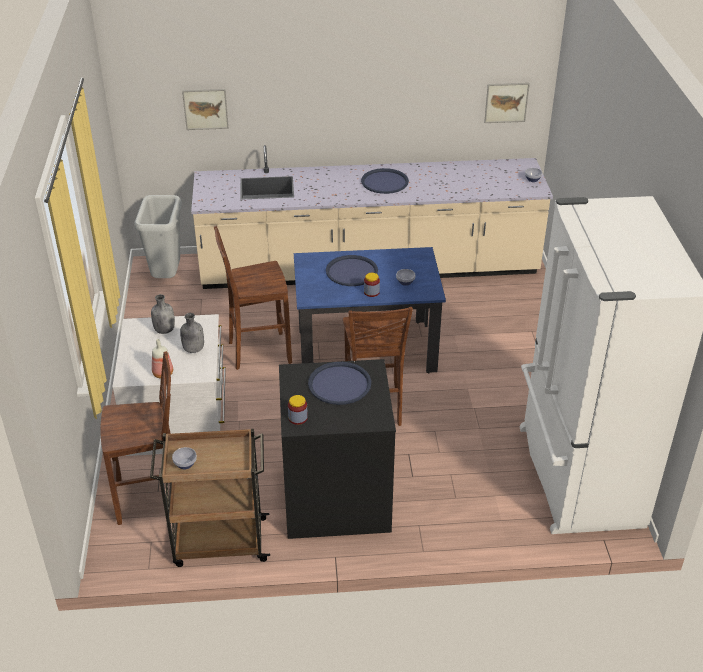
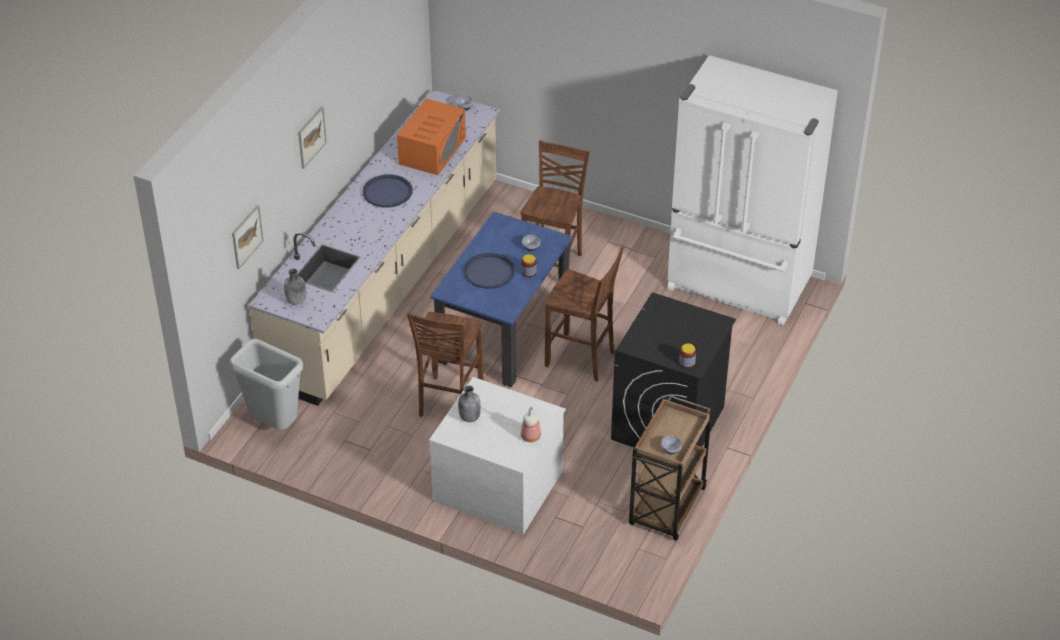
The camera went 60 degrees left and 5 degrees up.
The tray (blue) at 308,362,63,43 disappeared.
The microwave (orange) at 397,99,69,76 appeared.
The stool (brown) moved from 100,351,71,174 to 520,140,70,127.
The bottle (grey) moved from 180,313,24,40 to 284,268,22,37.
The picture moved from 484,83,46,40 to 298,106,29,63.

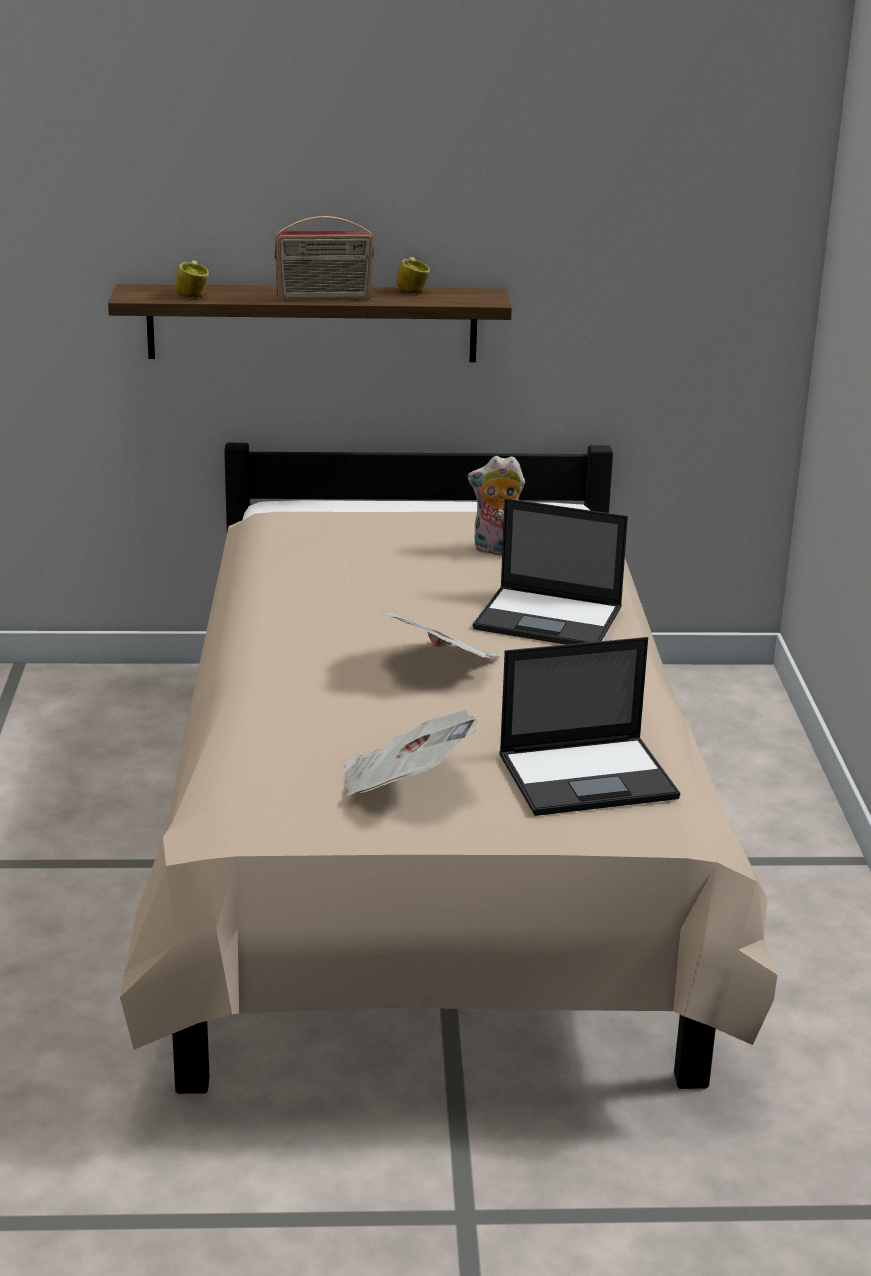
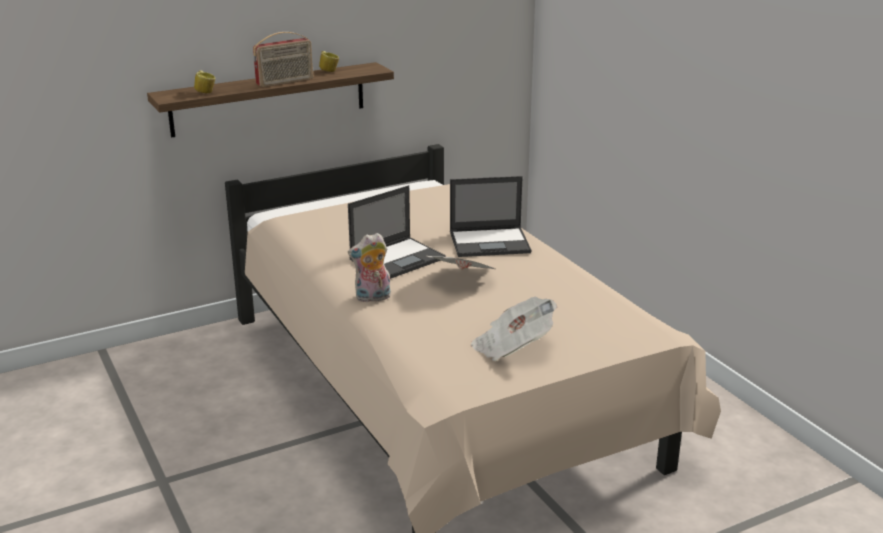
The camera went 25 degrees left and 0 degrees up.
The plush toy moved from 468,456,57,100 to 348,233,43,69.
The laptop moved from 499,637,181,179 to 348,185,98,94.

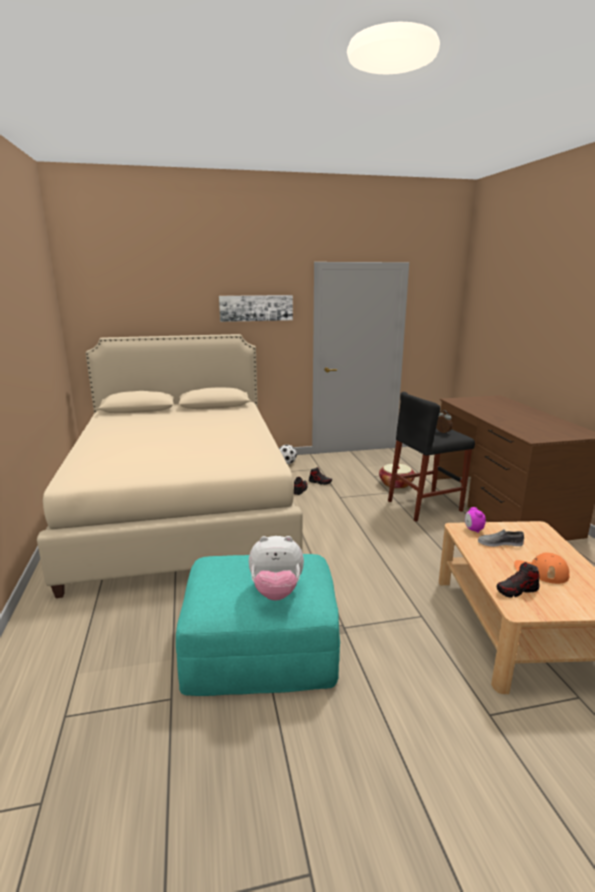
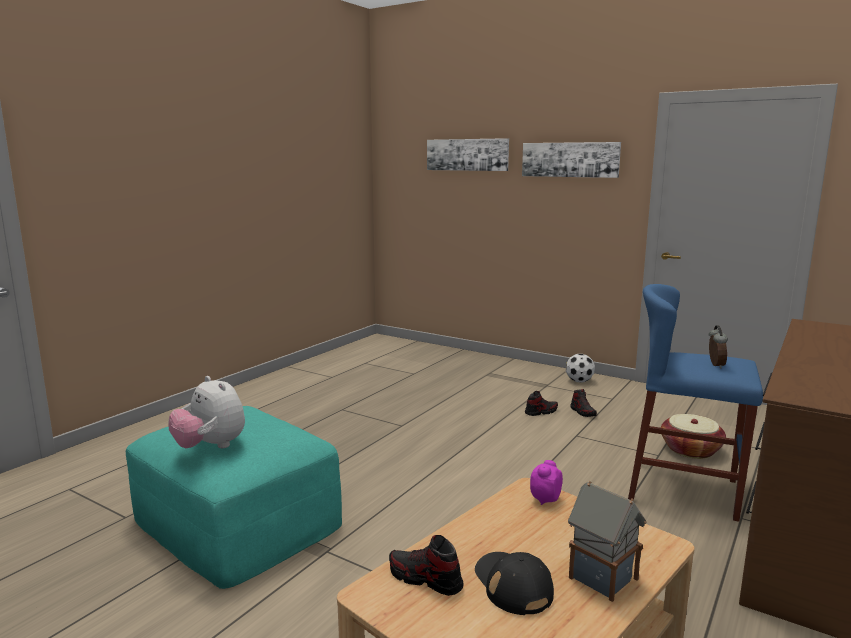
The camera went 45 degrees right and 5 degrees down.
The bed (beige) at 37,334,266,264 disappeared.
The shoe (grey) at 478,529,46,18 disappeared.
The picture at 427,138,82,33 appeared.
The toy house at 568,481,78,121 appeared.
The stool (black) at 388,392,87,130 became the stool (blue) at 628,284,135,238.
The cap (orange) at 514,553,56,31 became the cap (black) at 475,552,79,63.

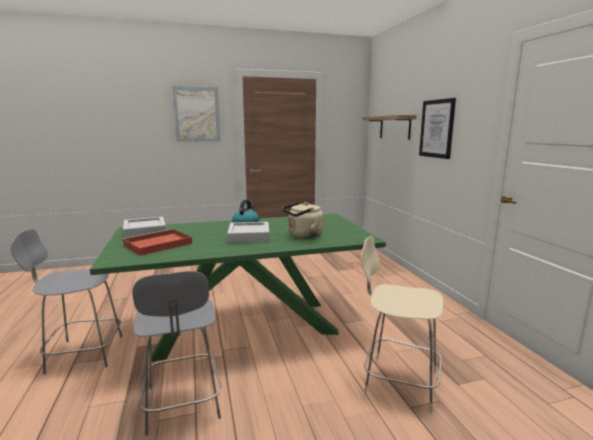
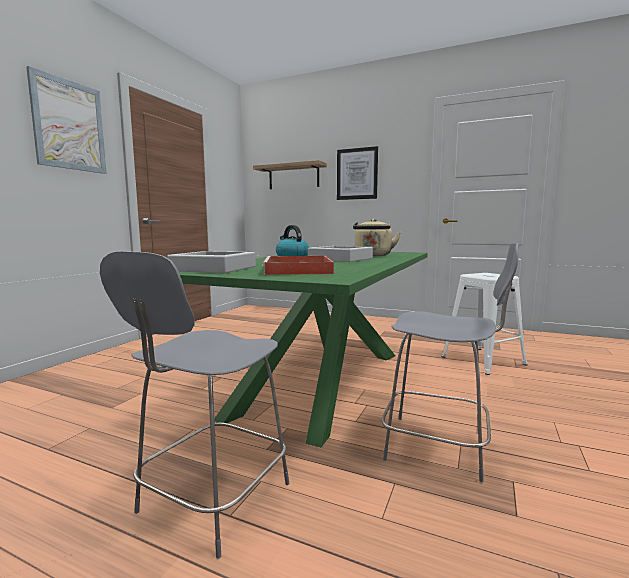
The camera went 50 degrees left and 5 degrees down.
The chair (beige) at 361,236,83,176 was replaced by the stool (white) at 442,273,86,102.

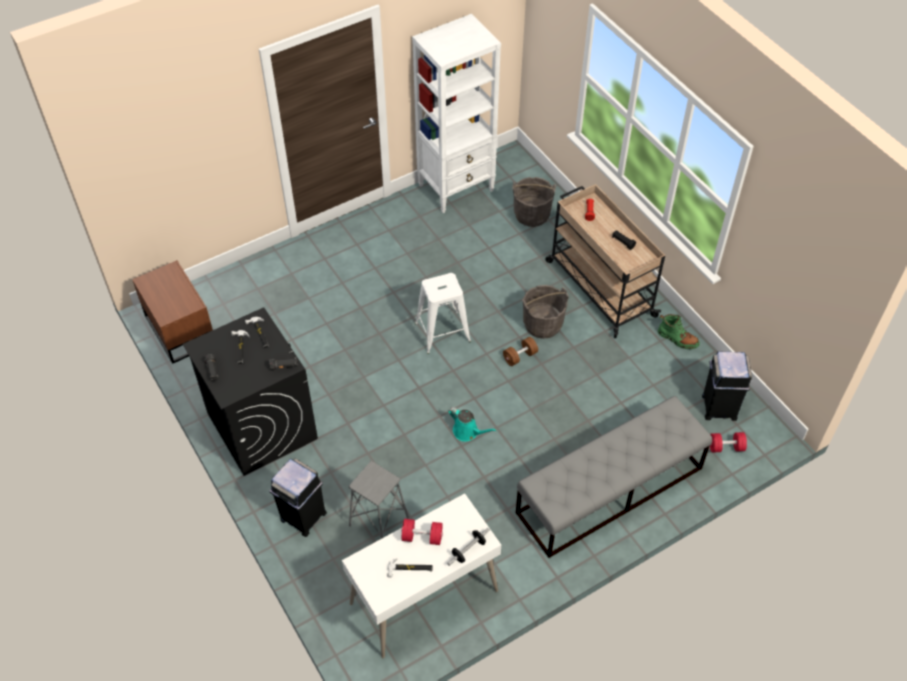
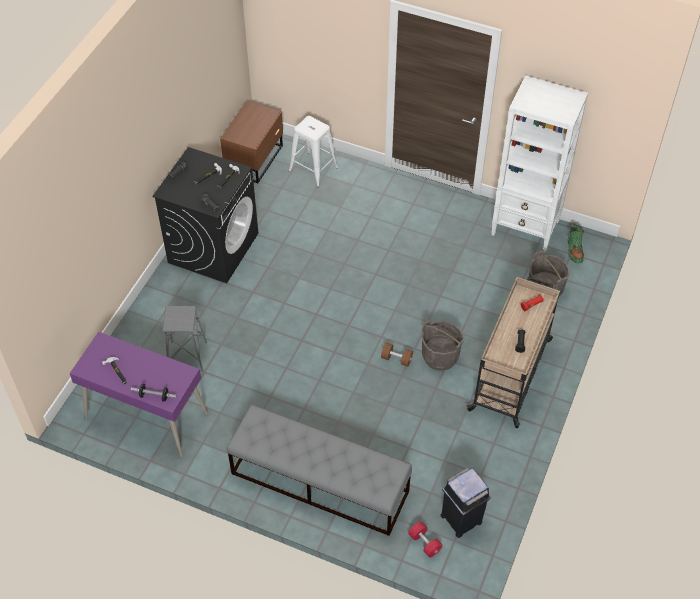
The camera went 55 degrees right and 0 degrees up.
The trash can (black) at 270,458,57,79 disappeared.
The dumbbell (red) at 401,519,42,26 disappeared.
The watering can (turquoise) at 448,407,49,34 disappeared.
The stool (white) moved from 415,273,56,81 to 289,116,49,71.
The boot (green) moved from 658,314,42,35 to 568,223,16,40.
The desk (white) at 342,493,159,165 became the desk (purple) at 69,332,139,125.

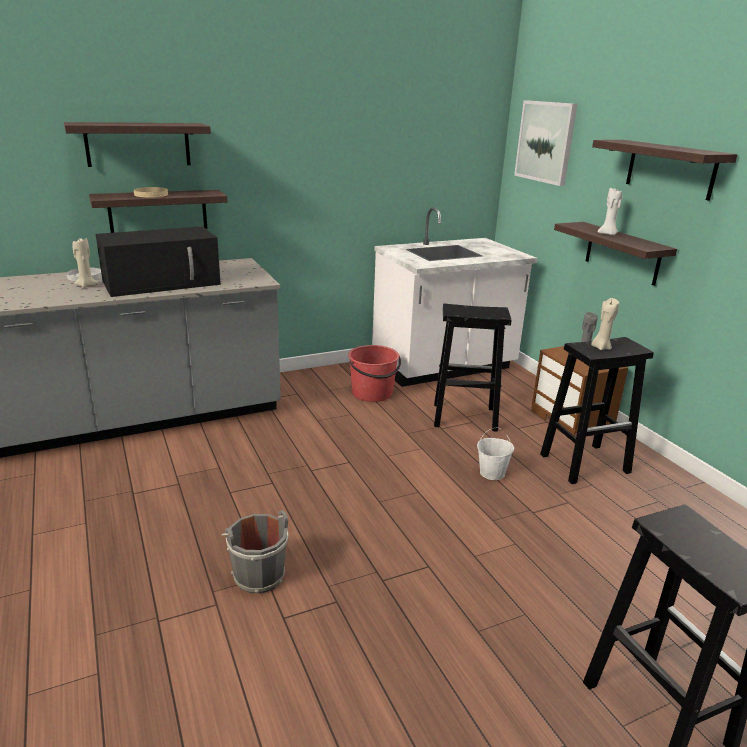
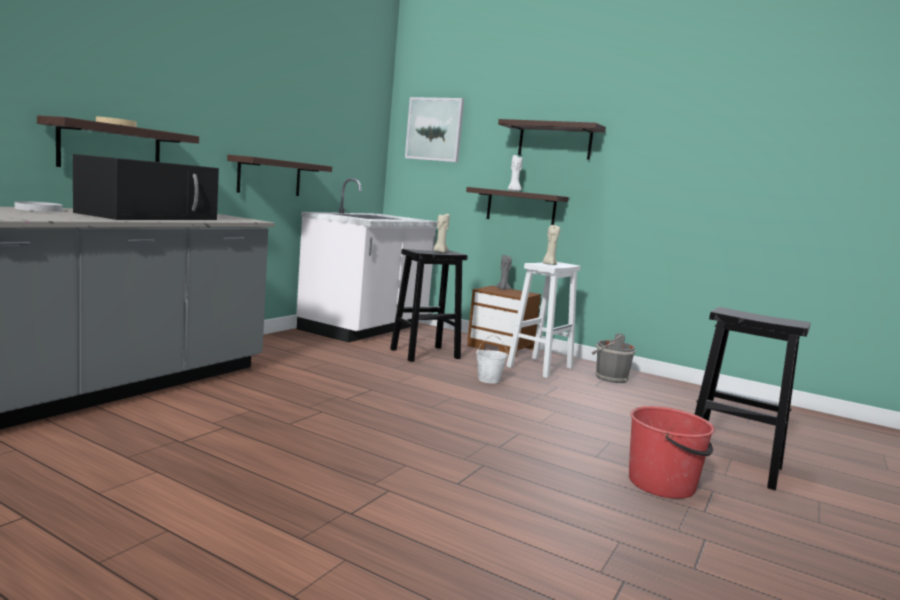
The camera went 35 degrees left and 15 degrees down.
The shelf moved from 64,122,147,45 to 227,155,105,41.
The candle (beige) moved from 73,238,25,50 to 433,214,17,39.
The bucket (grey) moved from 221,510,67,83 to 592,333,44,50.
The bucket (red) moved from 348,345,53,57 to 629,406,86,93.
The stool (black) at 540,337,114,147 became the stool (white) at 506,262,74,116.

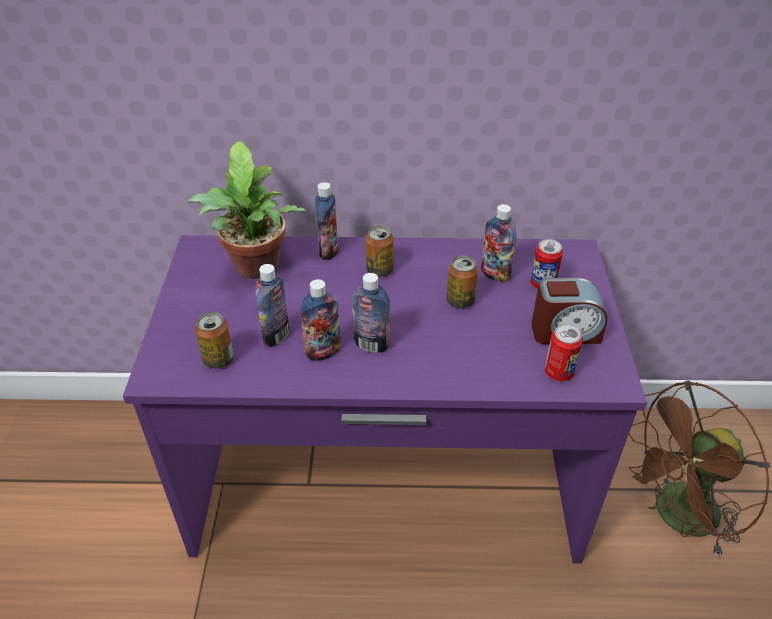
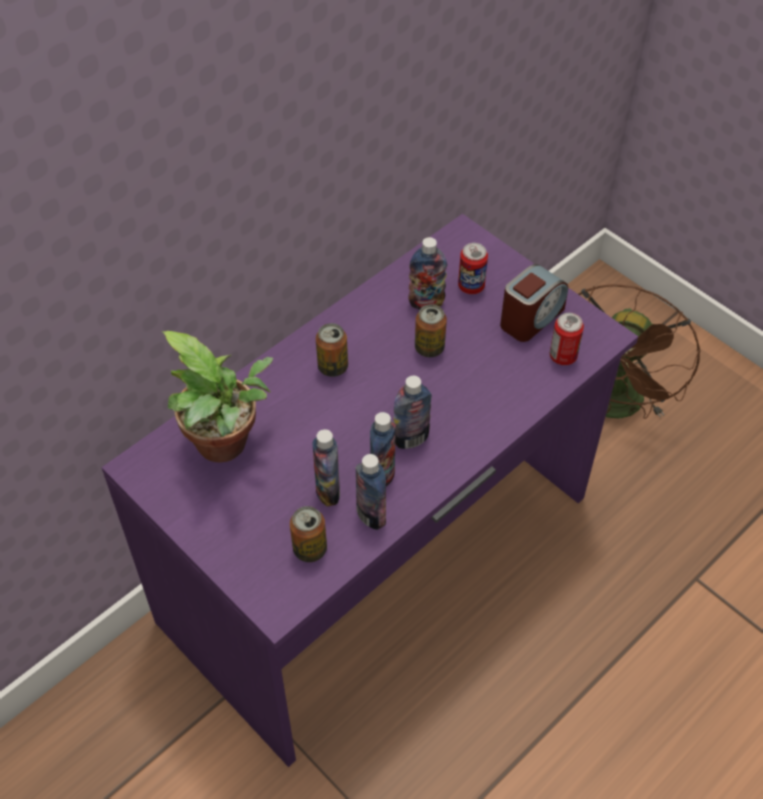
The camera went 45 degrees left and 10 degrees up.
The bottle moved from 315,182,23,78 to 355,454,31,76.

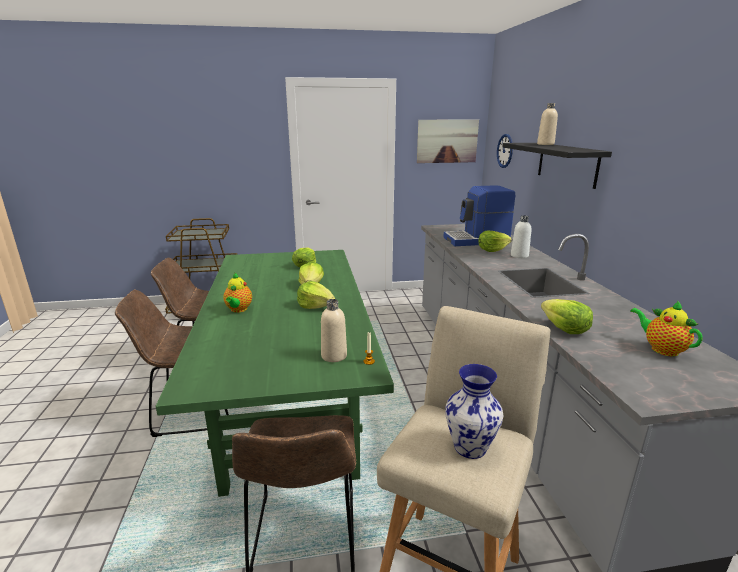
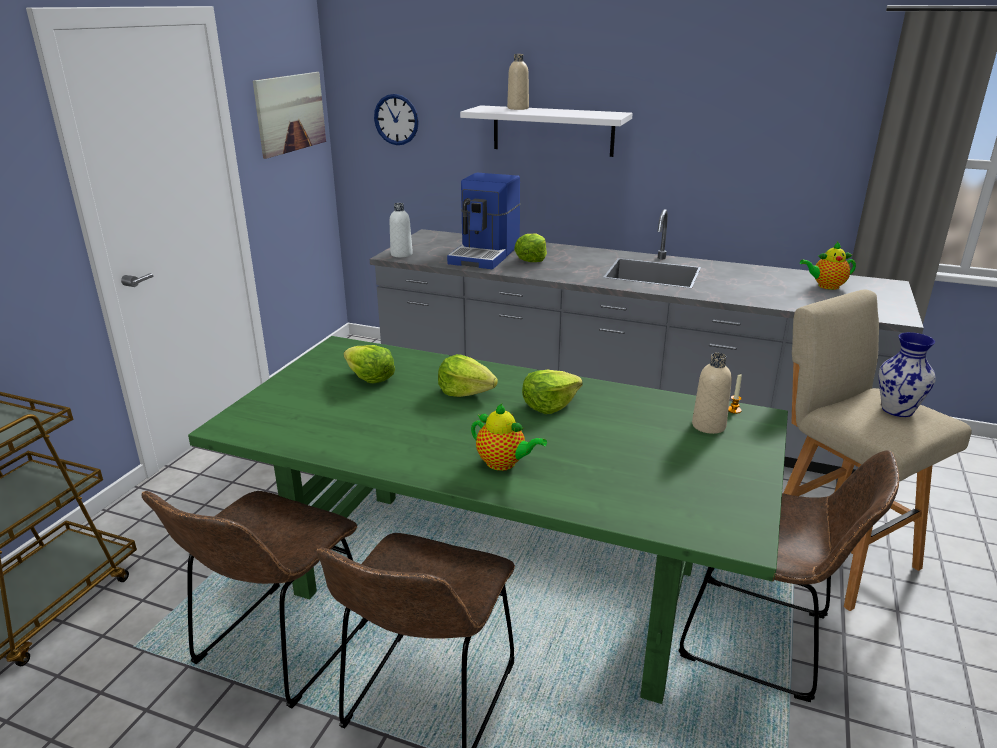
The camera went 60 degrees left and 5 degrees up.
The lettuce at 541,299,52,35 disappeared.
The bottle (white) moved from 511,216,20,42 to 390,203,23,54.
The shelf (black) at 502,143,110,46 became the shelf (white) at 460,105,173,52.

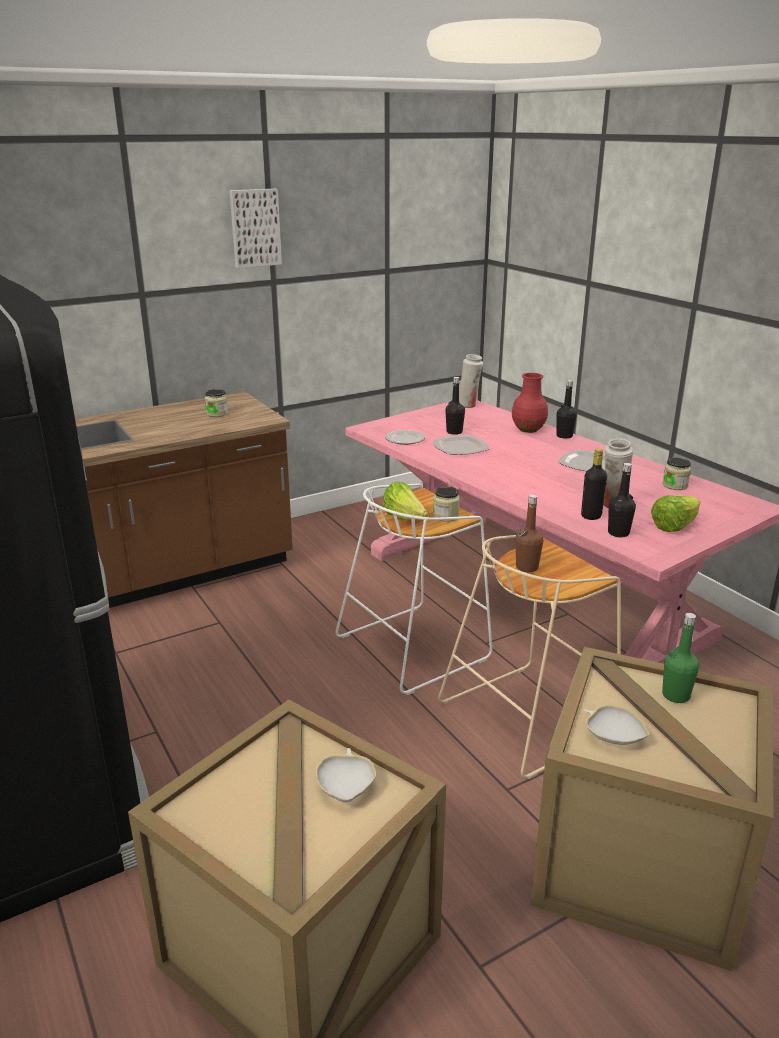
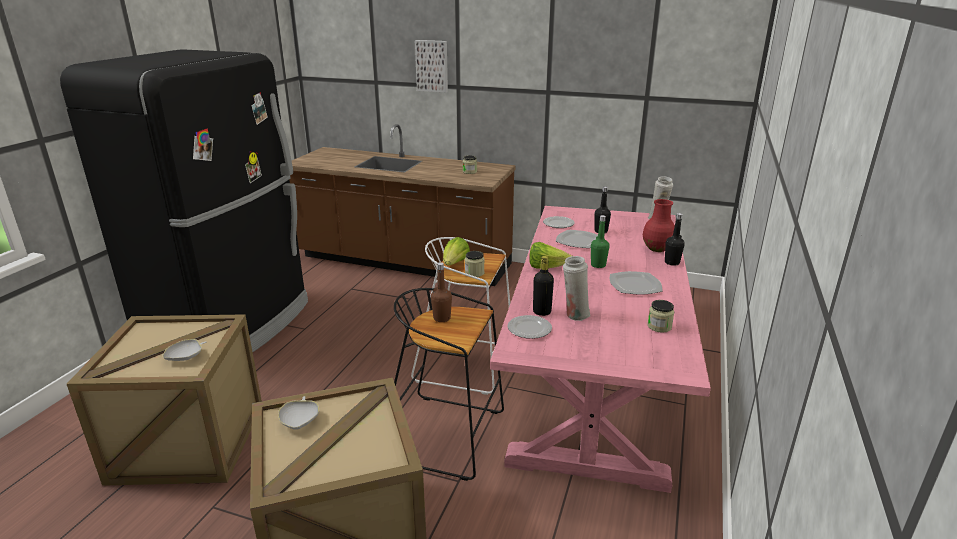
The camera went 50 degrees right and 0 degrees up.
The picture moved from 229,189,53,79 to 415,40,33,53.
The lettuce moved from 651,495,49,37 to 529,242,43,27.
The bottle (green) moved from 662,613,37,90 to 591,215,19,53.
The bottle (black) at 608,463,28,74 was replaced by the plate at 508,315,44,24.
The stool (beige) at 438,535,183,244 became the stool (black) at 394,288,110,193.

